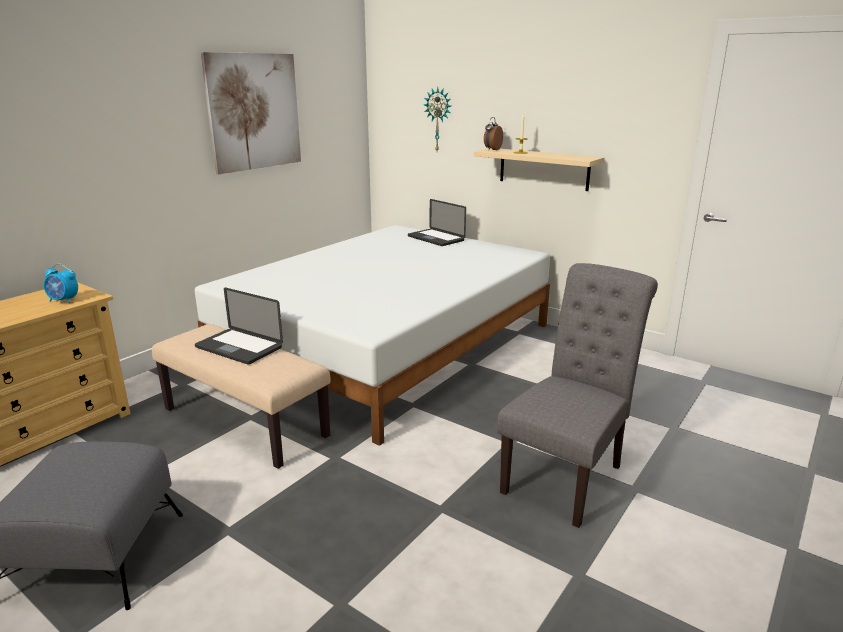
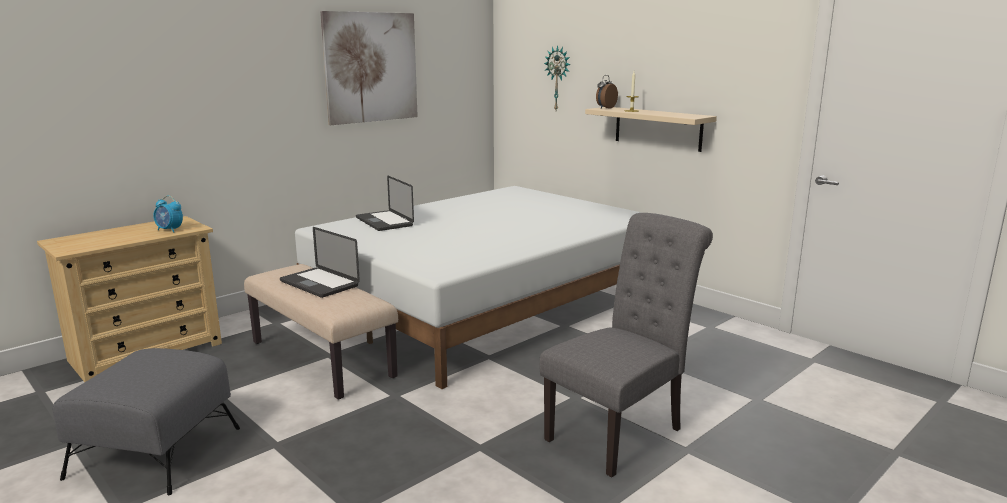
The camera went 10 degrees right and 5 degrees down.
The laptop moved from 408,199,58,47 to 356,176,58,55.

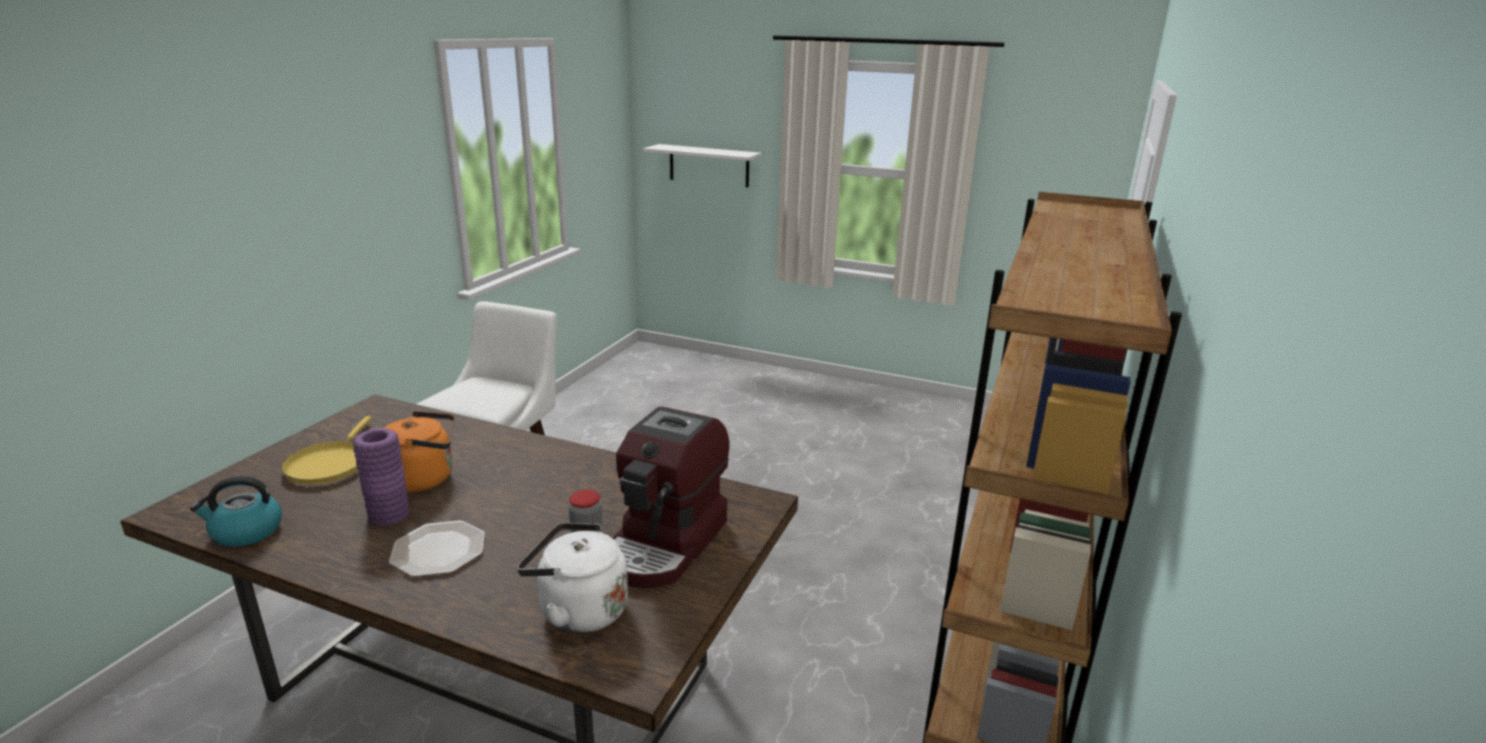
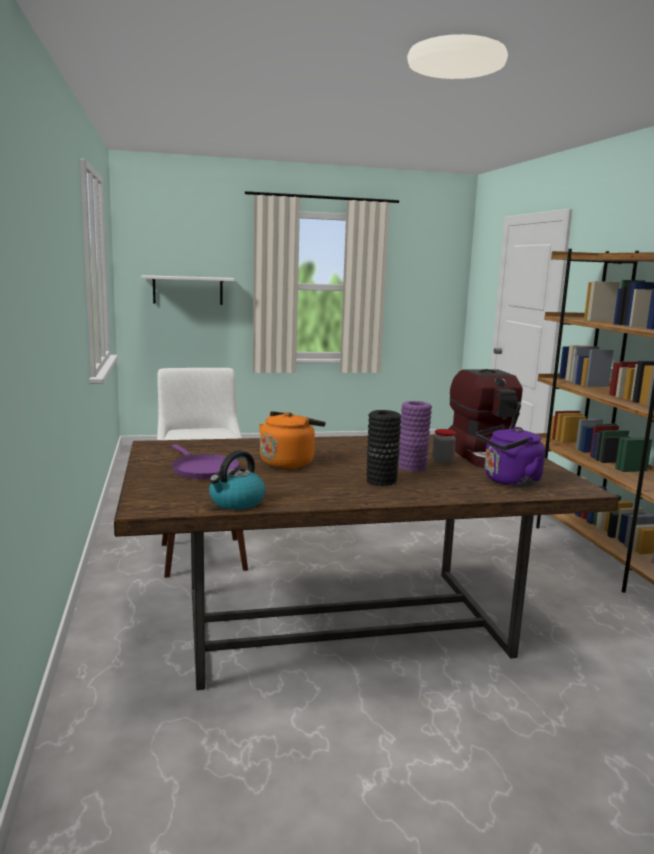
The camera went 35 degrees left and 10 degrees down.
The vase (purple) moved from 353,428,56,97 to 399,401,33,71.
The plate at 389,521,96,56 was replaced by the vase (black) at 366,410,35,76.
The frying pan (yellow) at 281,416,91,68 became the frying pan (purple) at 172,444,68,35.
The kettle (white) at 517,523,111,111 became the kettle (purple) at 477,425,68,62.

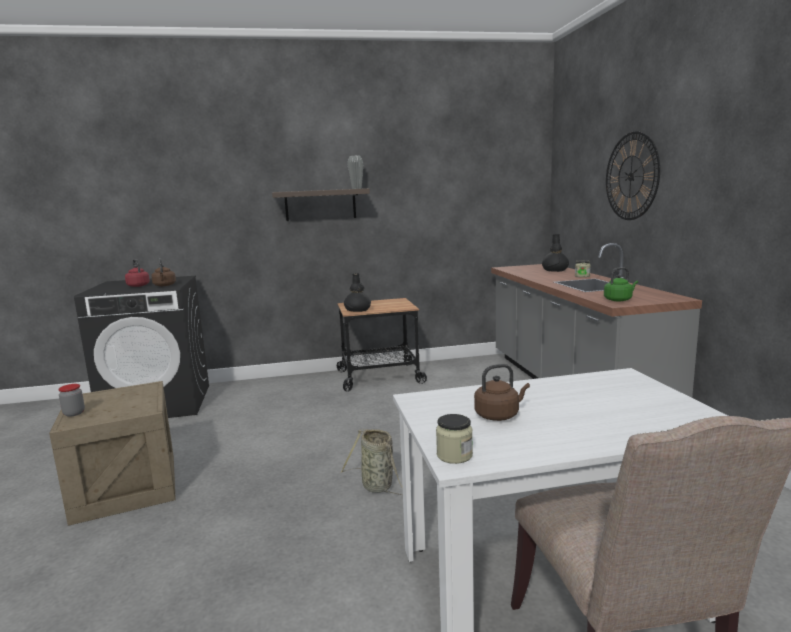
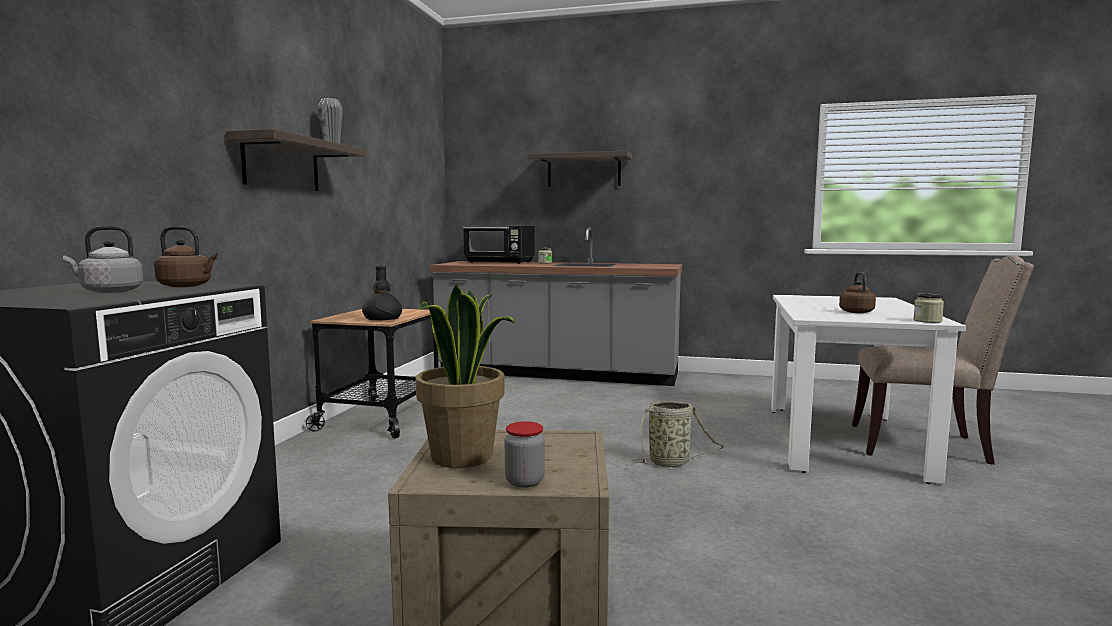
The camera went 65 degrees left and 5 degrees down.
The kettle (green) at 604,267,34,34 disappeared.
The potted plant at 416,284,100,184 appeared.
The vase (black) at 542,234,27,38 was replaced by the microwave (black) at 463,225,72,39.
The wall clock at 606,131,54,89 was replaced by the shelf at 528,151,104,36.
The kettle (red) at 125,259,25,28 became the kettle (grey) at 63,226,80,67.

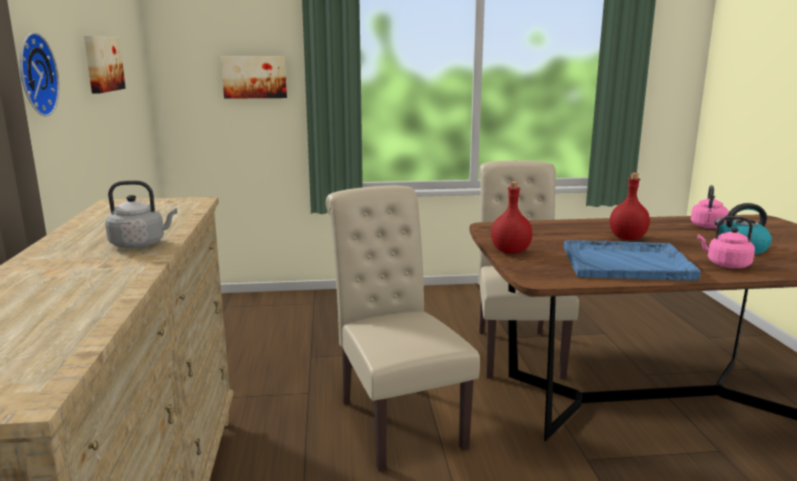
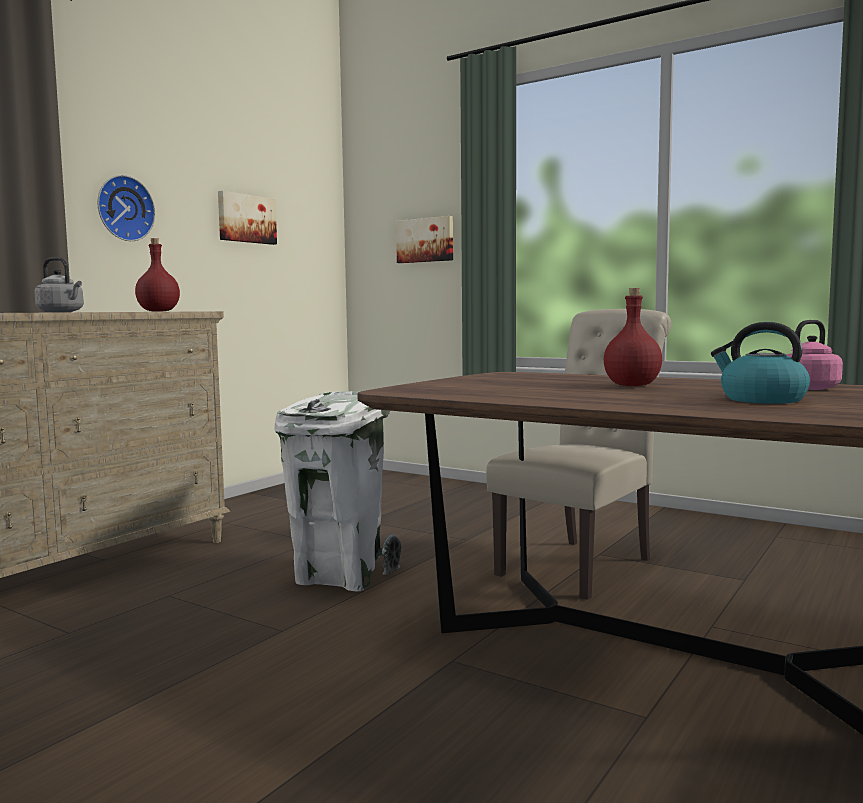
The camera went 40 degrees right and 10 degrees down.
The tray (blue) at 564,240,137,41 disappeared.
The kettle (pink) at 697,216,58,52 disappeared.
The bottle (red) moved from 491,182,41,72 to 135,238,45,74.
The chair (beige) at 326,186,154,286 was replaced by the trash can (white) at 274,391,127,200.

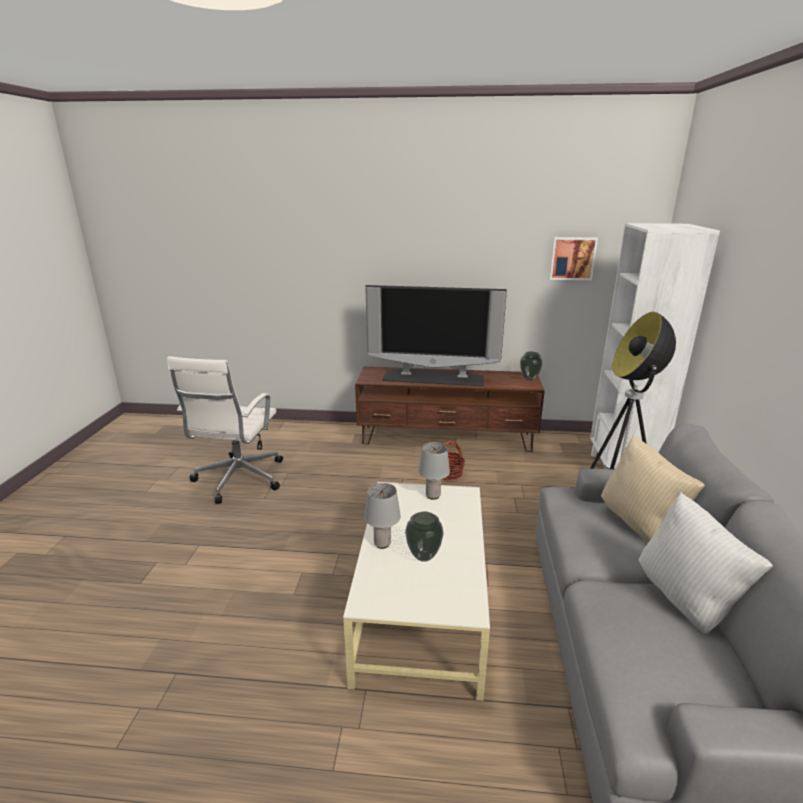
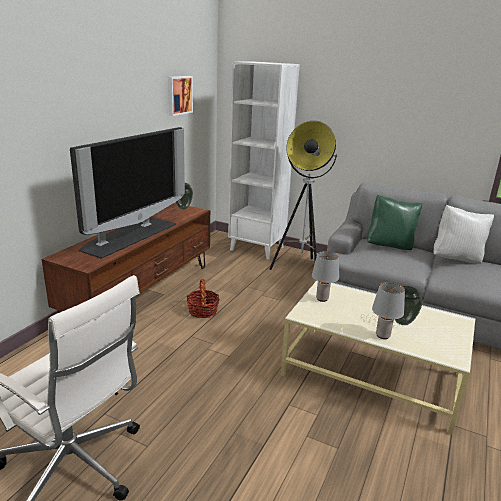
The camera went 70 degrees left and 0 degrees up.
The pillow (beige) at 601,435,104,107 became the pillow (green) at 367,194,55,56.

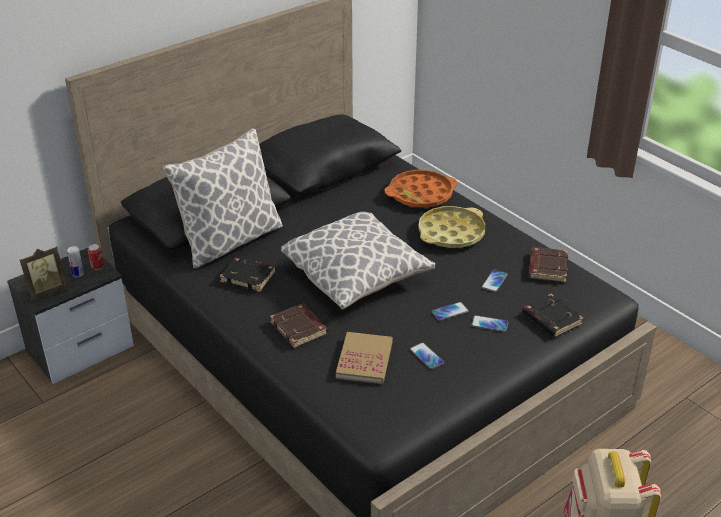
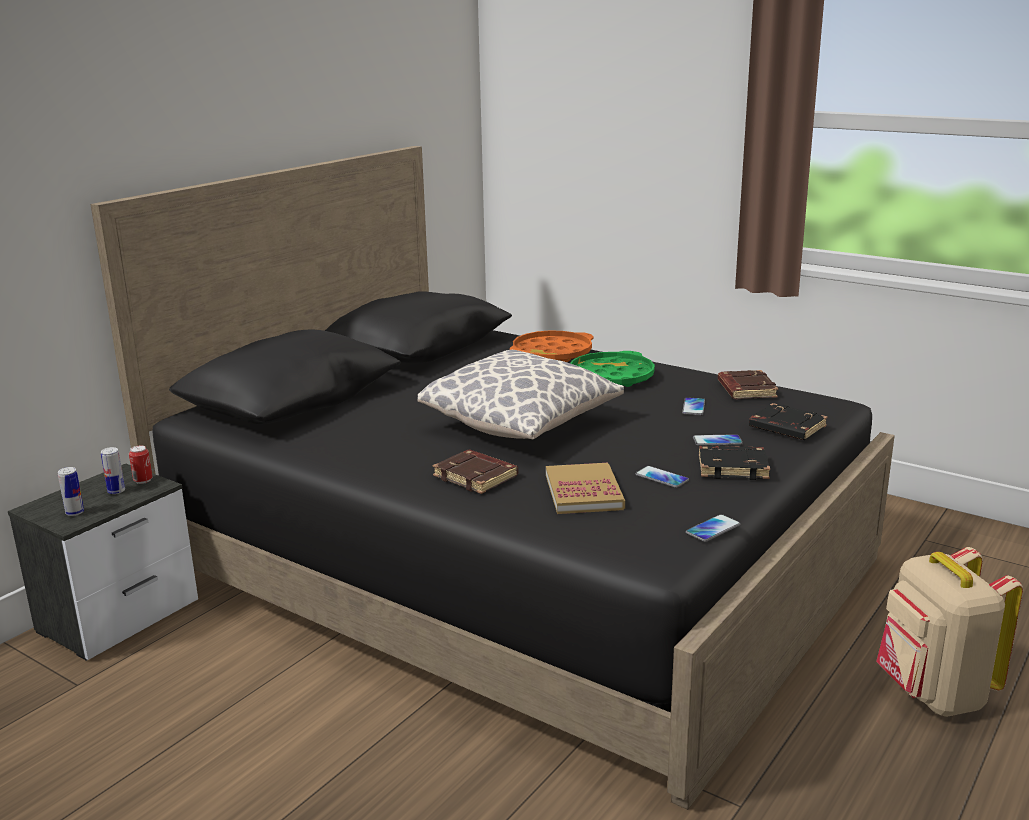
The camera went 15 degrees left and 15 degrees down.
The pillow at 162,128,121,141 disappeared.
The book (black) moved from 220,257,56,35 to 699,446,71,34.
The phone moved from 431,302,38,19 to 686,514,55,28.
The picture frame at 19,246,49,55 was replaced by the can at 58,467,26,49.
The tray (yellow) at 418,206,68,42 became the tray (green) at 570,351,85,36.

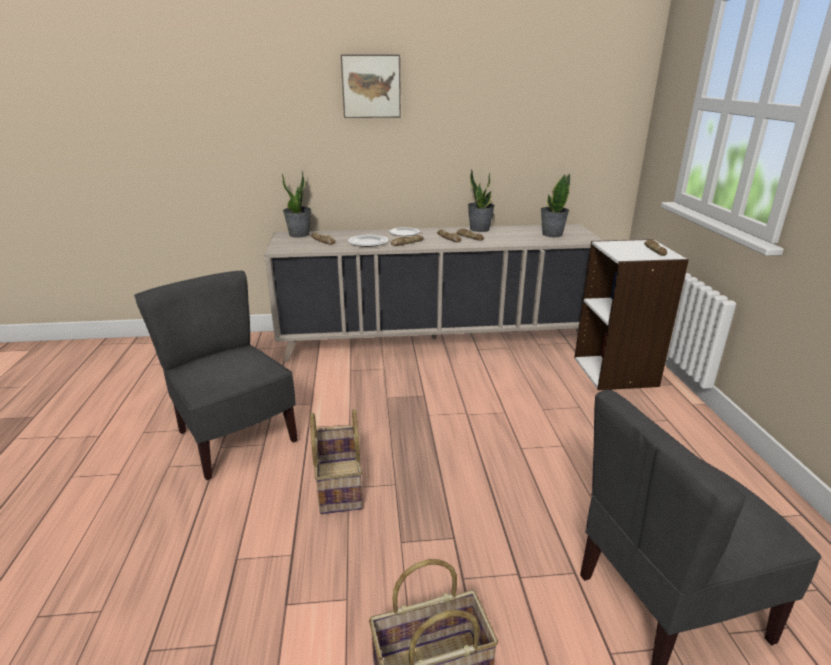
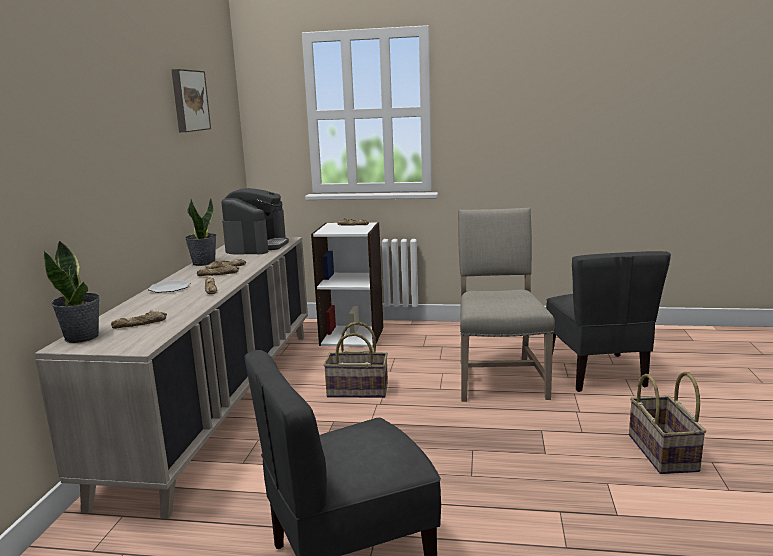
The camera went 75 degrees left and 10 degrees down.
The plate at 348,235,40,12 disappeared.
The chair (beige) at 458,207,97,195 appeared.
The basket moved from 310,409,53,105 to 323,322,65,76.
The picture moved from 341,54,60,64 to 171,69,40,63.
The potted plant at 540,173,30,64 was replaced by the coffee machine at 221,188,68,67.

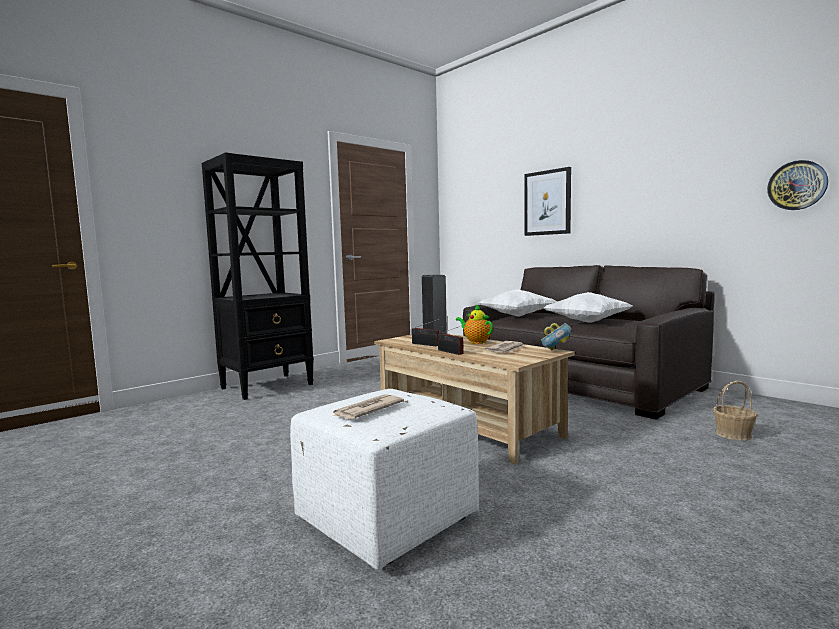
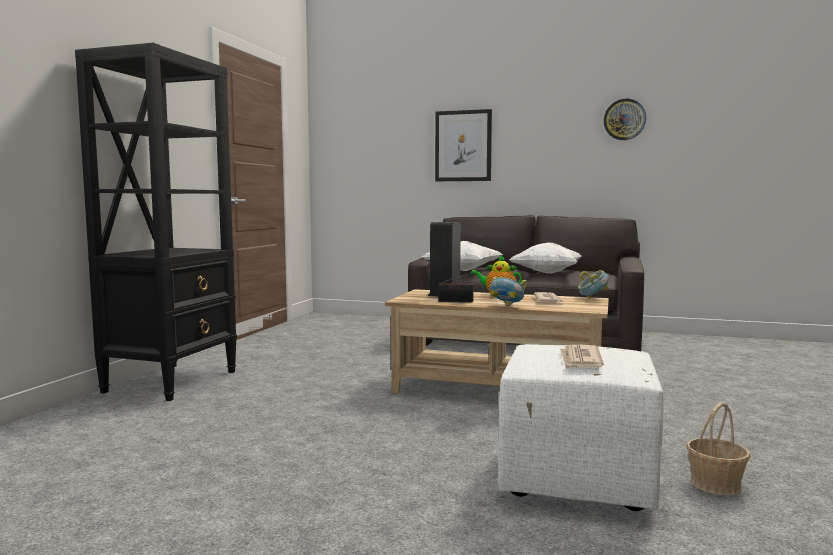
The camera went 30 degrees left and 0 degrees up.
The basket moved from 713,381,45,60 to 686,402,65,94.
The wall clock moved from 767,160,61,50 to 604,99,42,41.
The radio at 438,325,26,30 was replaced by the bowl at 490,277,37,29.

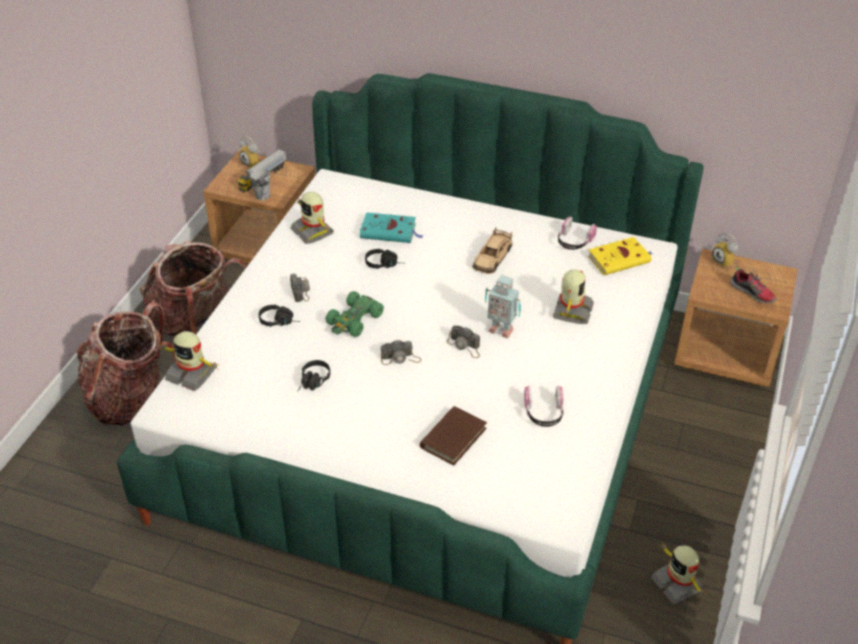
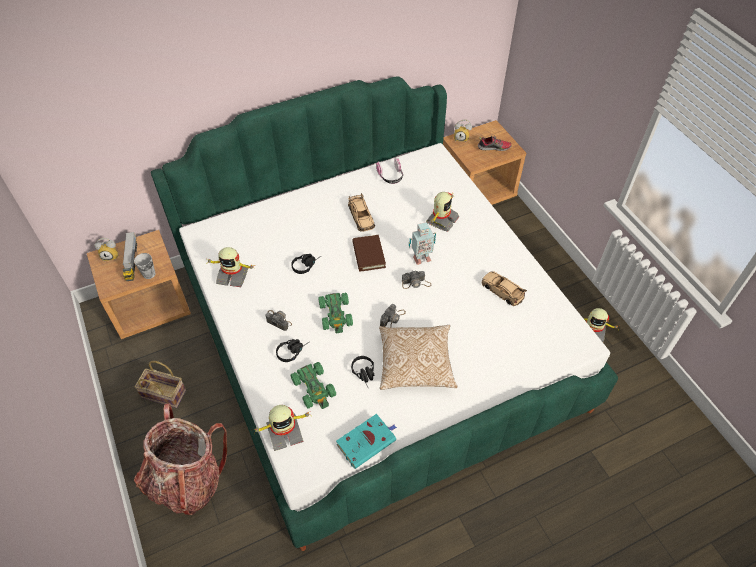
The camera went 45 degrees left and 10 degrees up.
The book (yellow) at 588,237,64,38 disappeared.
The toy car (green) at 291,362,45,47 appeared.
The pillow at 379,325,78,65 appeared.
The book (turquoise) moved from 360,212,64,31 to 336,414,61,55.
The book (brown) moved from 420,406,67,59 to 352,235,34,37.
The backpack at 140,240,107,96 was replaced by the basket at 135,361,51,47.
The headphones at 524,386,40,41 was replaced by the toy car (beige) at 481,272,46,34.
The toy robot at 553,270,41,54 turned 60 degrees clockwise.

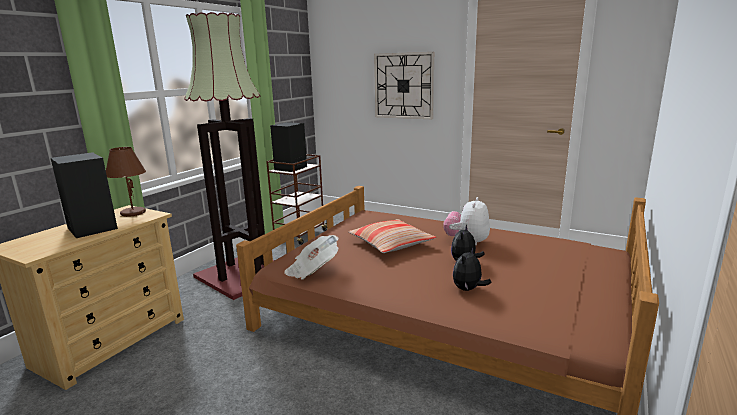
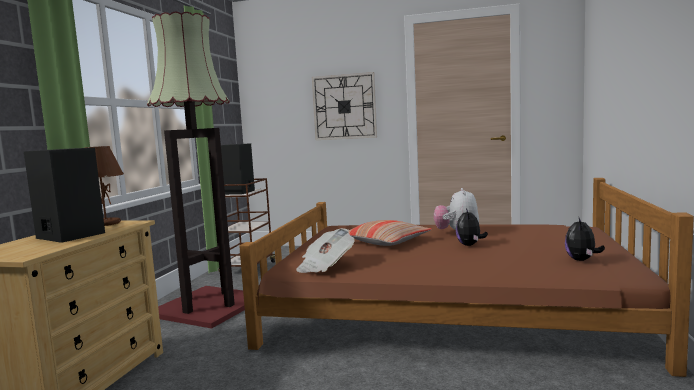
The camera went 15 degrees left and 10 degrees down.
The plush toy moved from 453,247,39,44 to 565,216,40,45.

